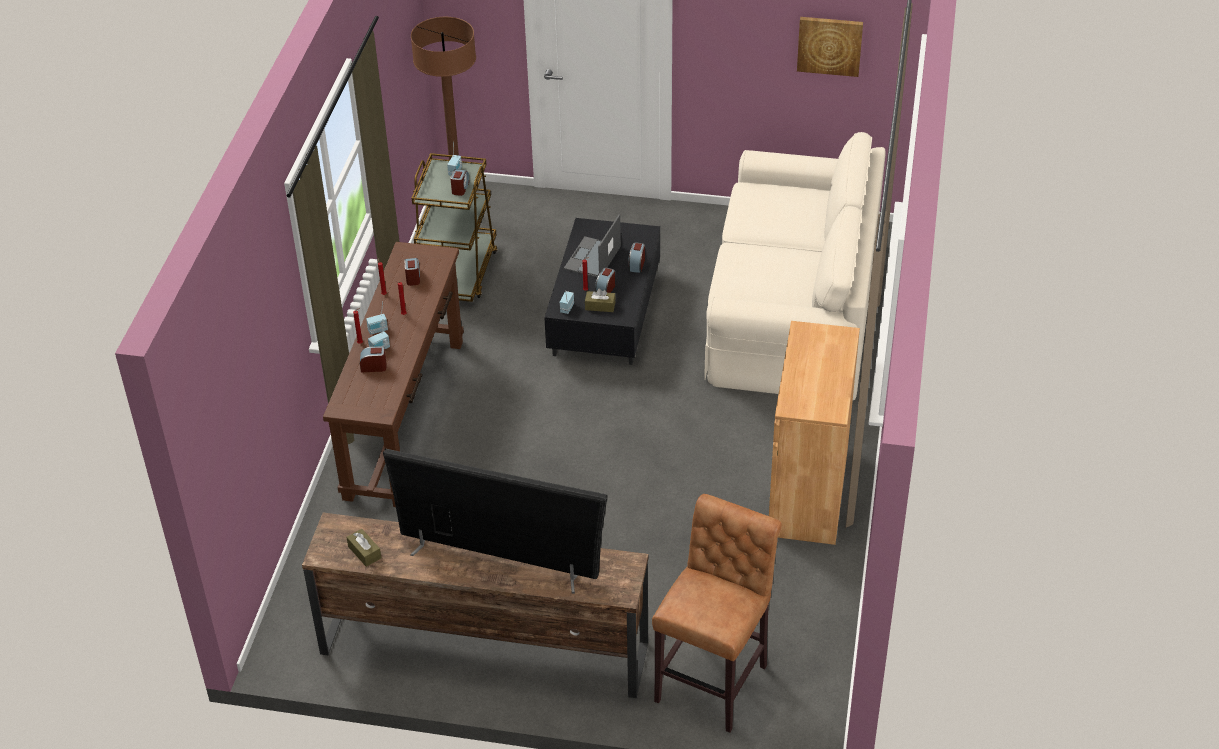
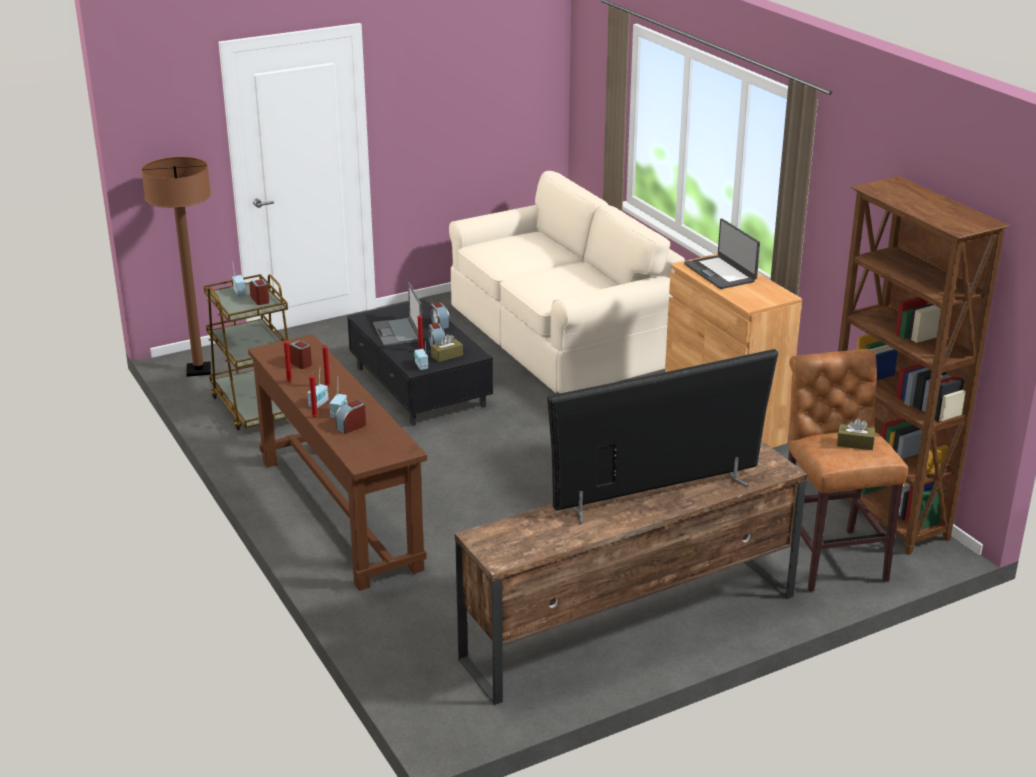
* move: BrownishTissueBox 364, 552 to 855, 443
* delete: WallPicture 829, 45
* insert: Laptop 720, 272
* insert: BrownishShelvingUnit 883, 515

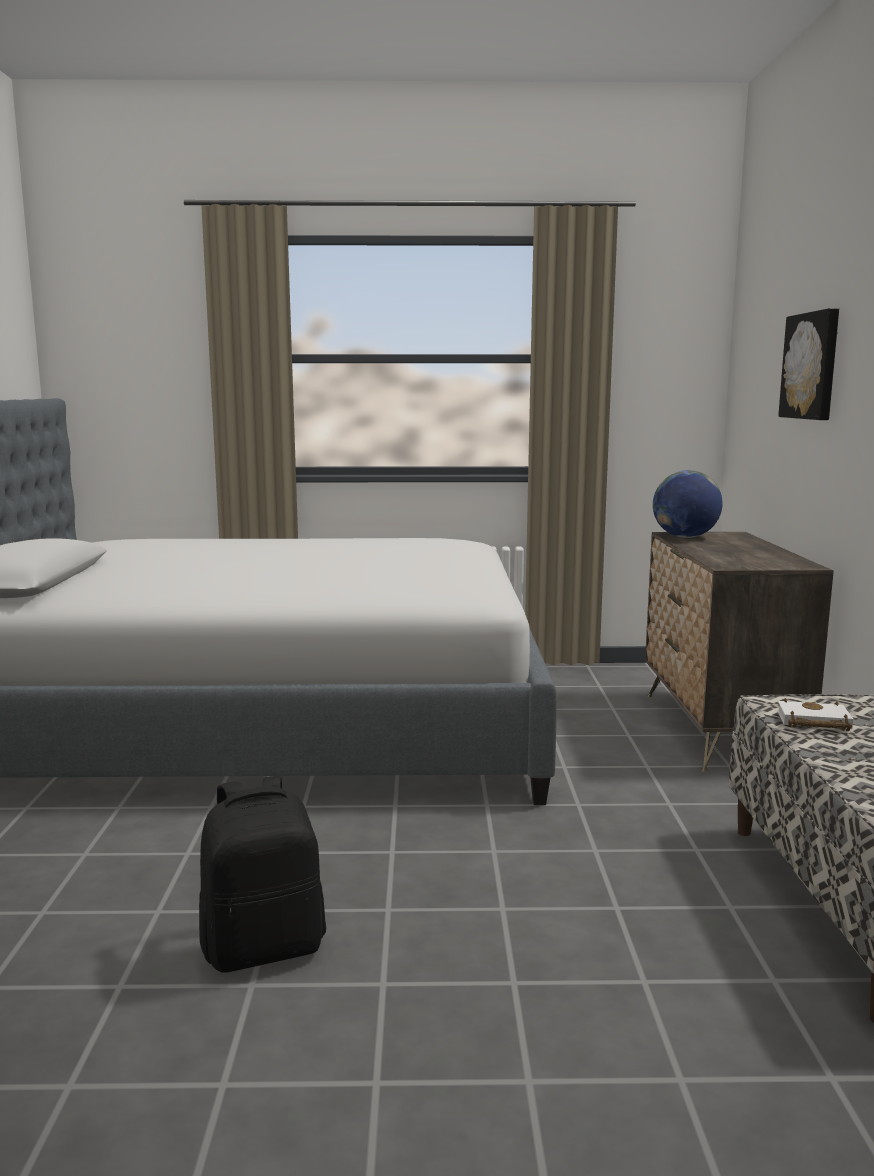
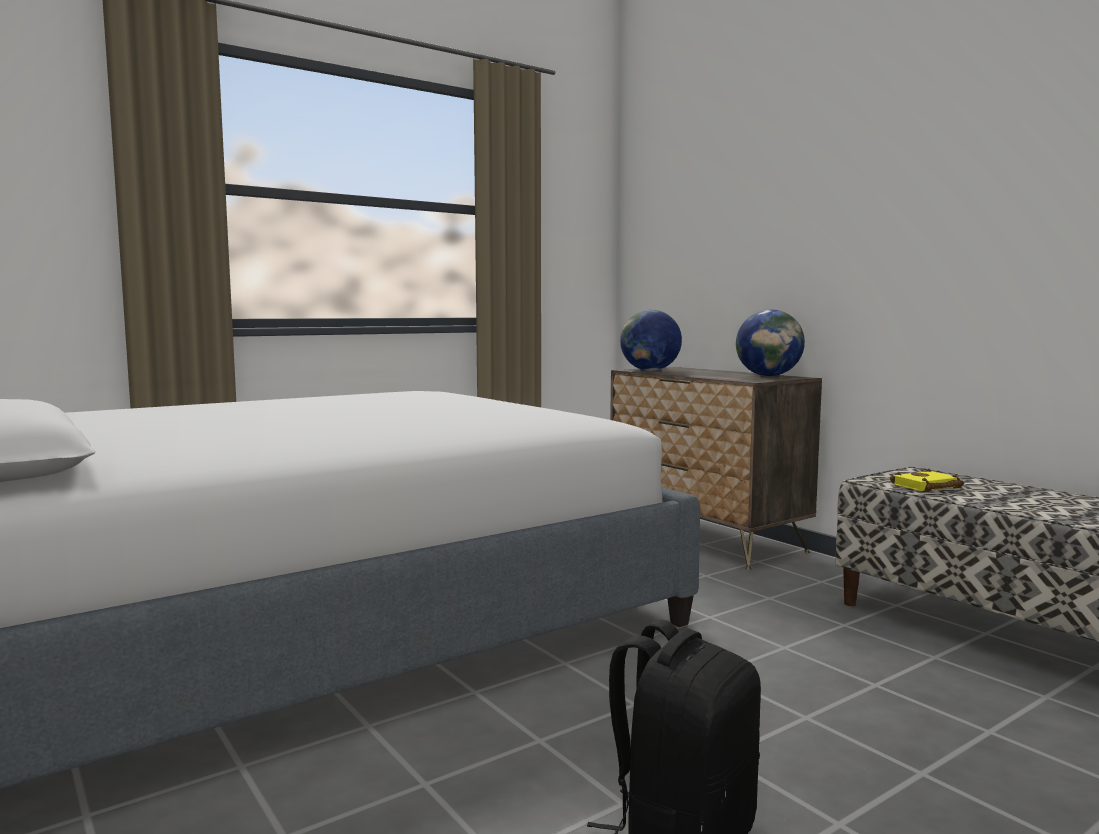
* recolor: WhiteVolume 812, 722 to YellowishVolume 926, 487
* delete: WallPicture 812, 366
* insert: Globe 768, 376

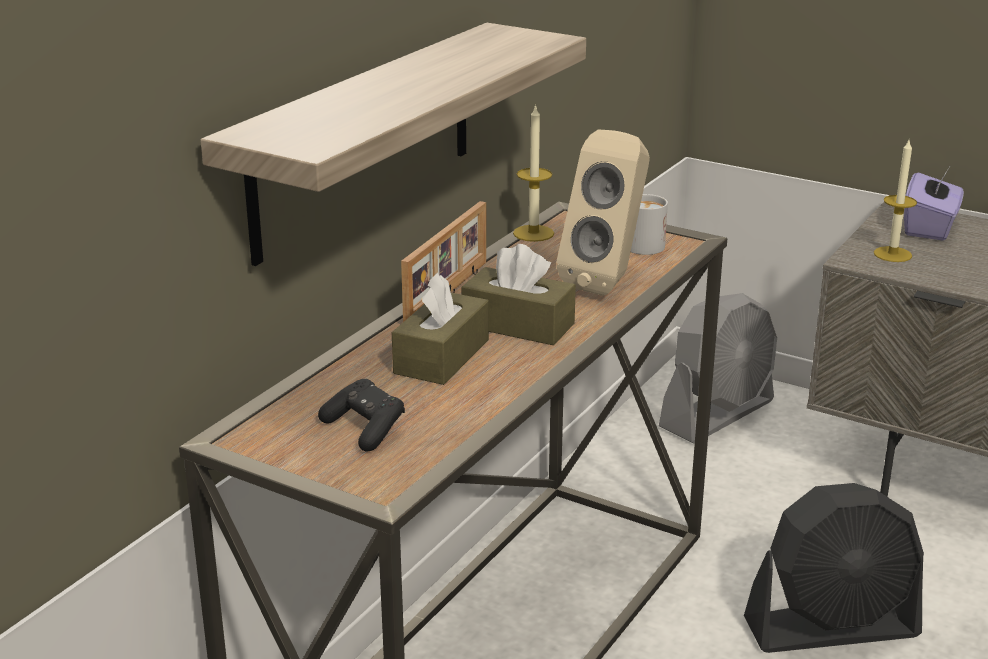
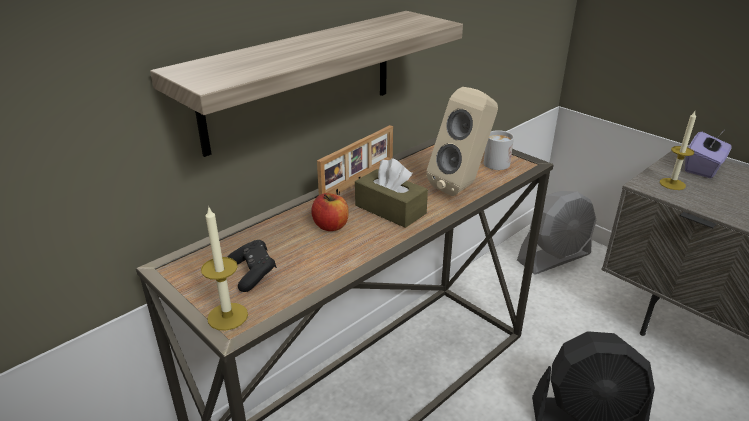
* replace: BrownishTissueBox 442, 356 to Apple 331, 226
* move: Candle 533, 233 to 227, 316

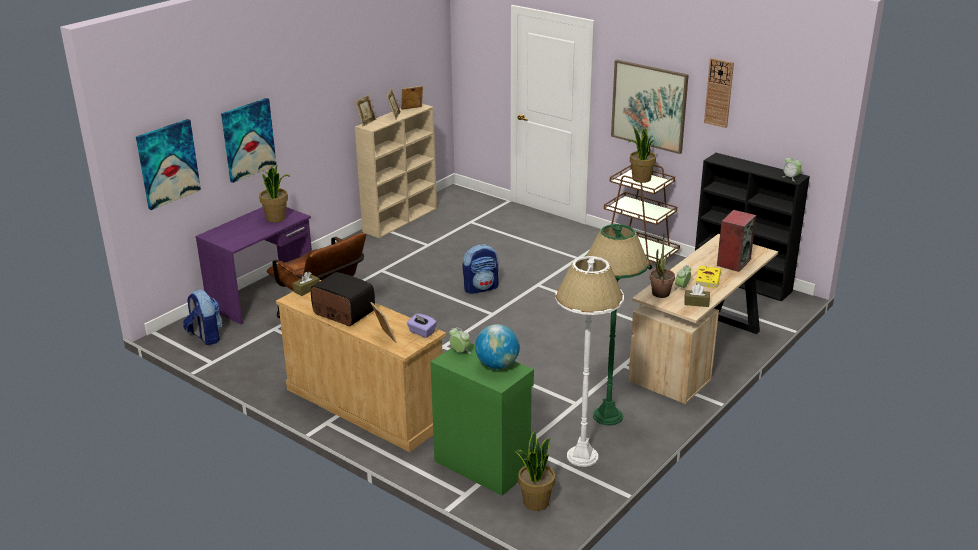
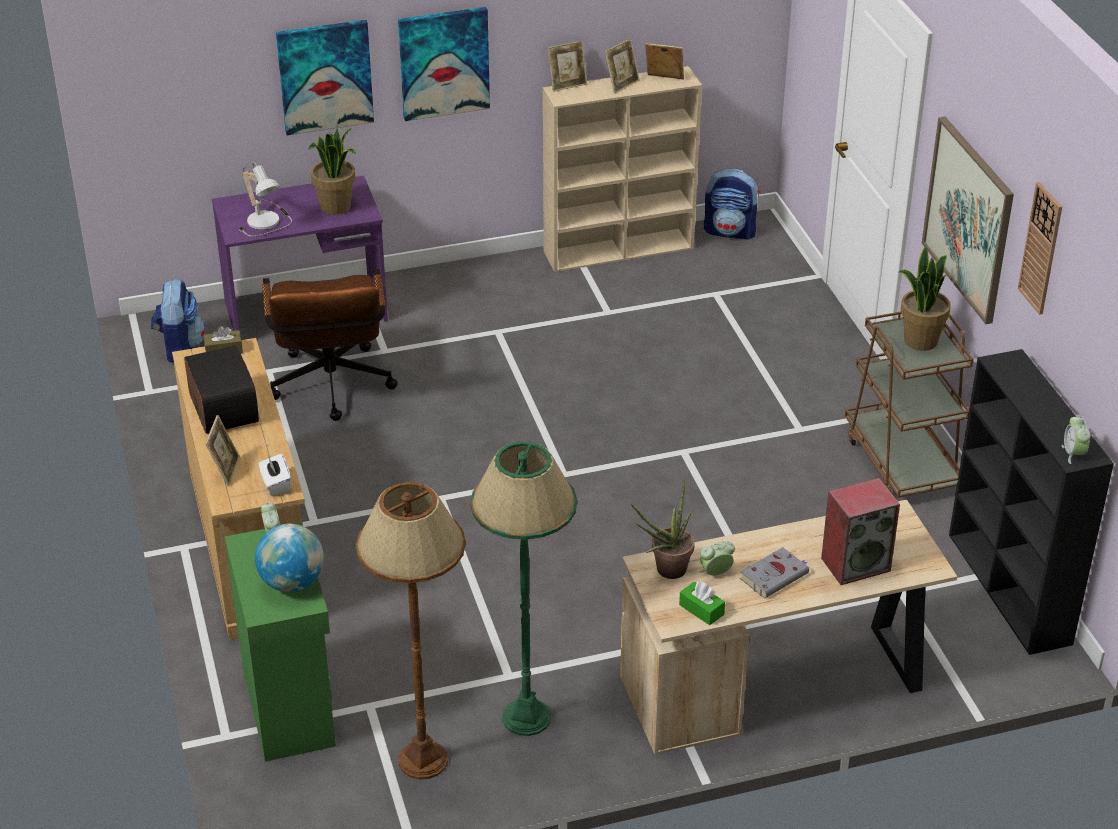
* move: WallPicture 168, 163 to 444, 63
* recolor: PurpleTissueBox 422, 332 to WhiteTissueBox 276, 484
* move: Rucksack 481, 288 to 730, 231
* delete: PlantInAPot 535, 502
* recolor: WhiteStandardLamp 582, 456 to BrownishStandardLamp 423, 759
* recolor: BrownishTissueBox 696, 303 to GreenColouredTissueBox 701, 610
* recolor: YellowishVolume 707, 279 to GreyVolume 775, 575
* insert: TabletopLamp 267, 221

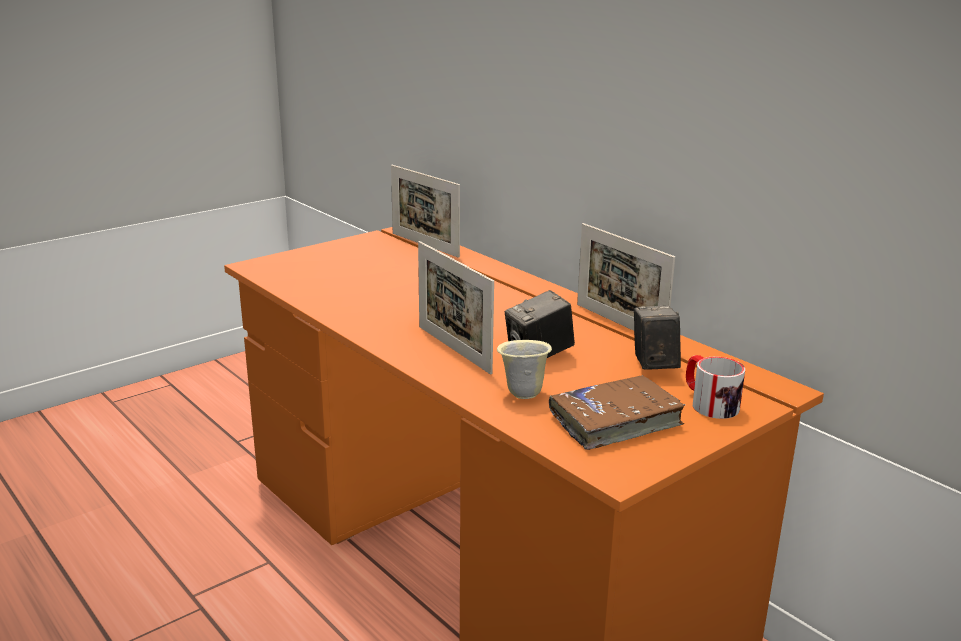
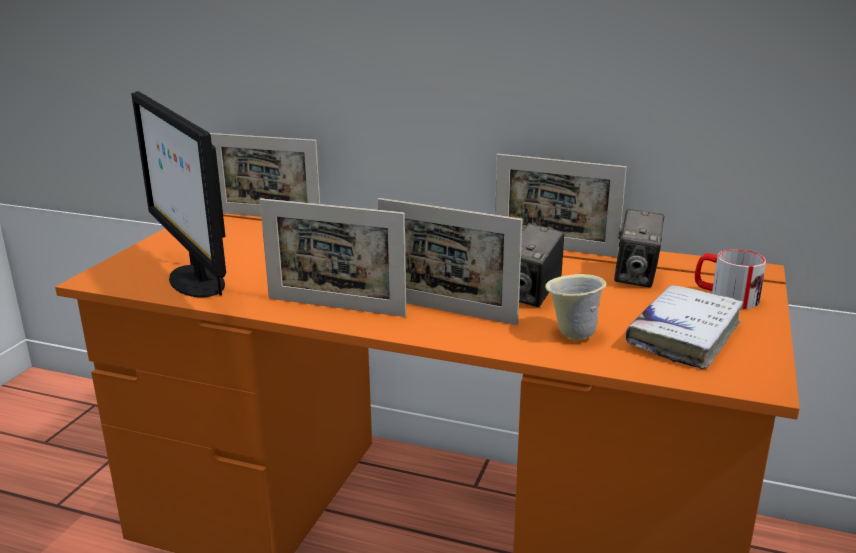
* recolor: BrownishVolume 615, 421 to WhiteVolume 684, 336
* rotate: StillCamera 653, 365 = 636, 277 135 degrees counterclockwise
* insert: Monitor 195, 281
* insert: StandingFrame 335, 307

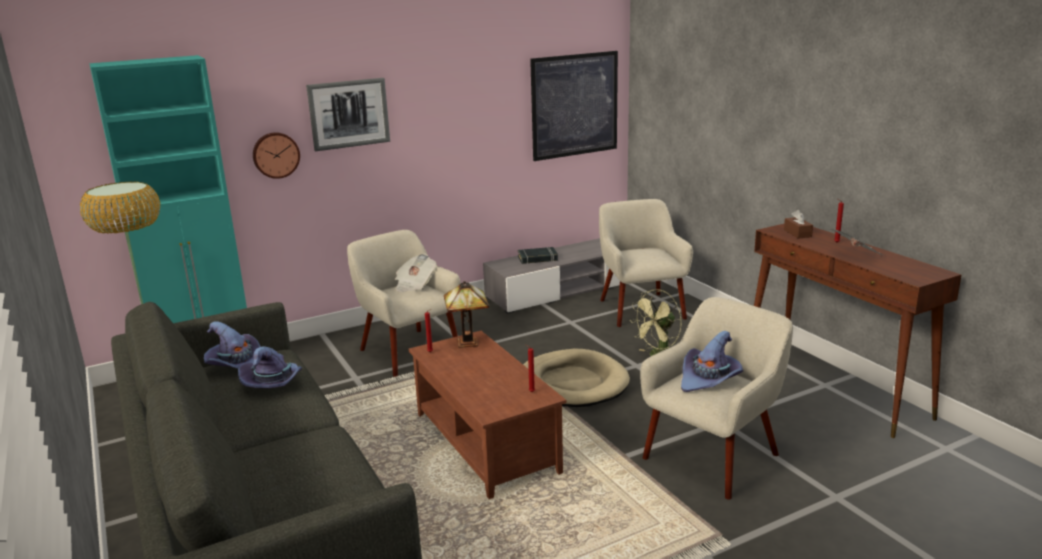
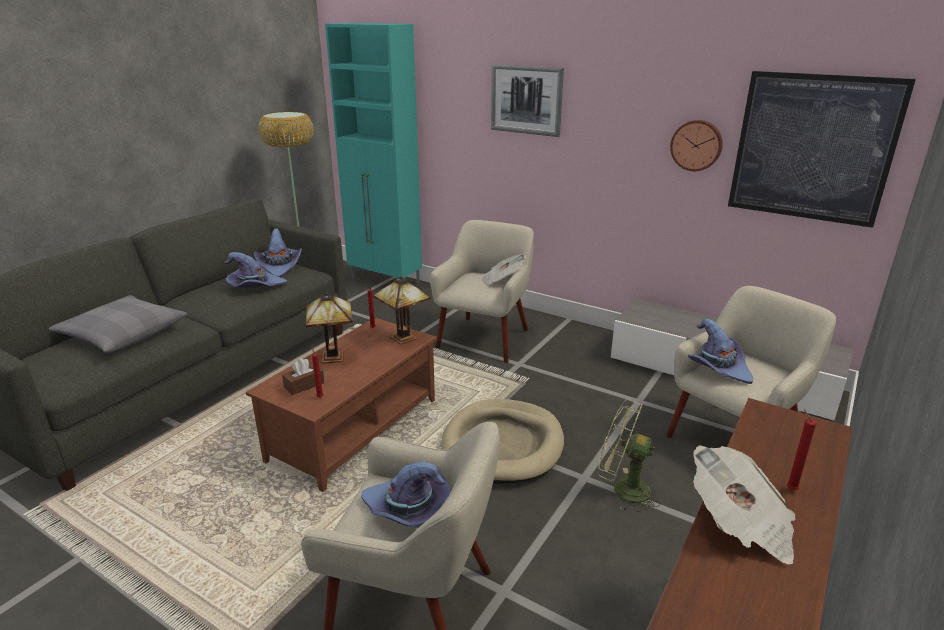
* move: ClockOnTheWall 276, 155 to 696, 145
* delete: BlackColouredVolume 537, 258
* move: BrownishTissueBox 797, 233 to 304, 385
* insert: GreyPillow 122, 334
* insert: TabletopLamp 334, 356
* insert: PurpleHat 717, 367

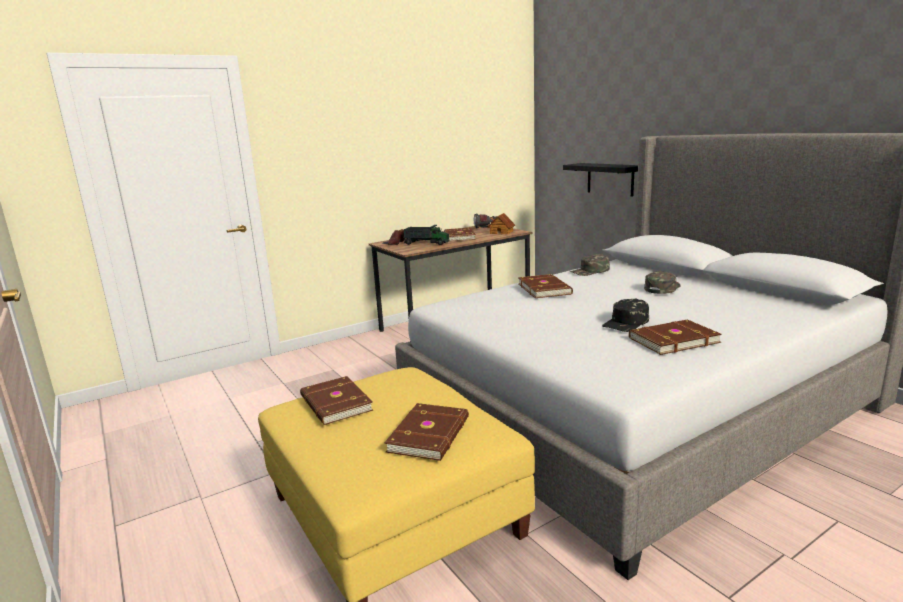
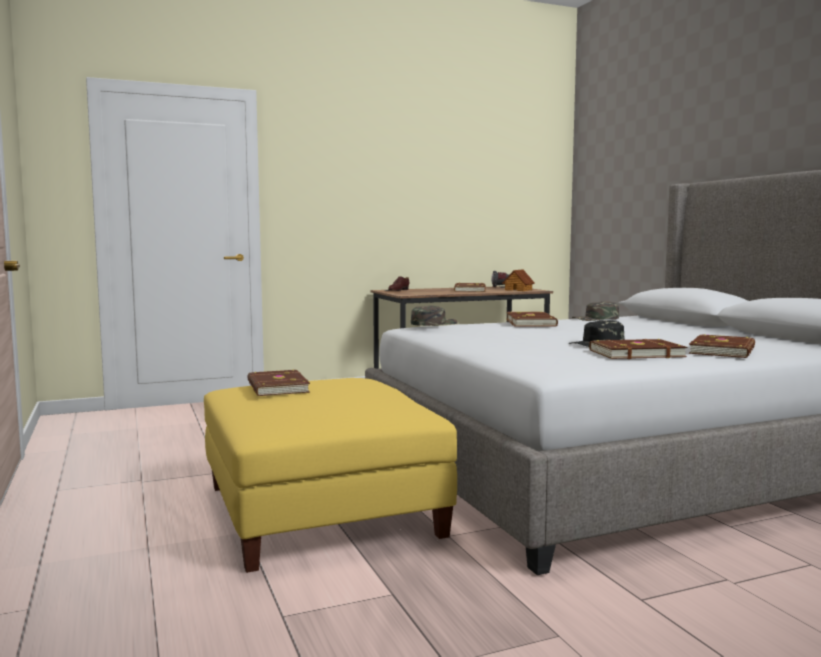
* move: BrownishVolume 430, 434 to 724, 351
* delete: ToyLorry 426, 243
* delete: BlackColouredWallShelf 610, 179
* move: GreenColouredBaseballCap 661, 288 to 433, 324

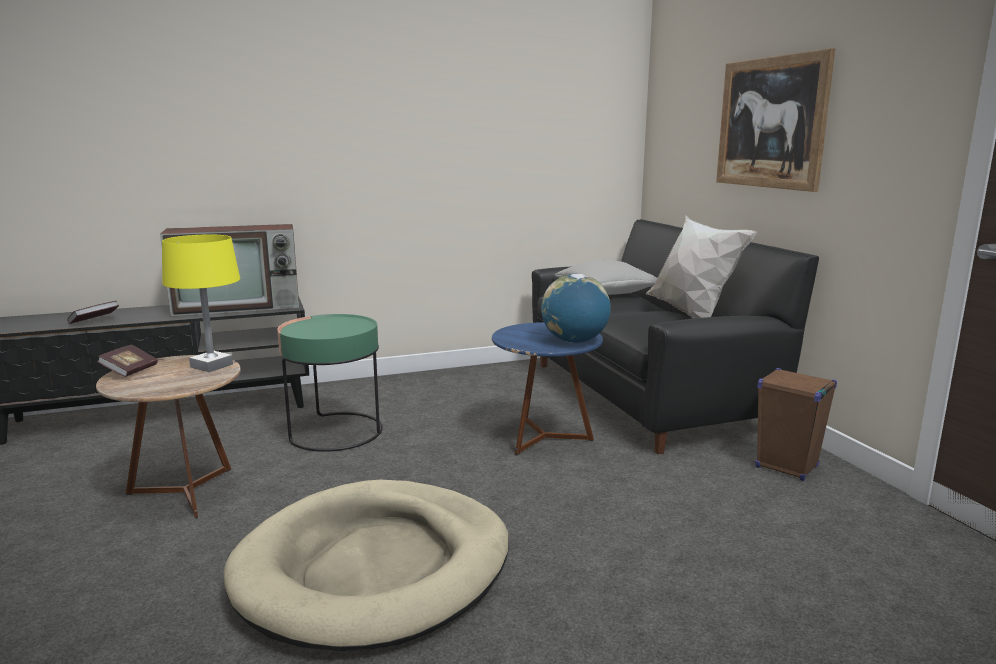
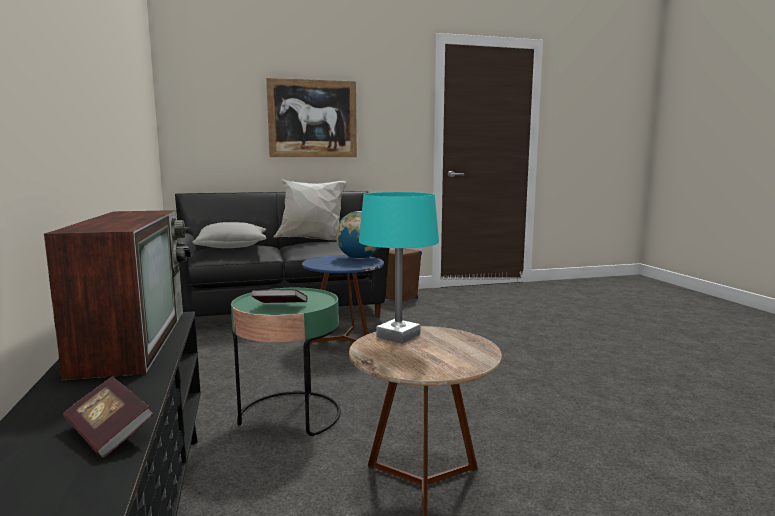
* move: Volume 130, 371 to 280, 307
* recolor: YellowishTabletopLamp 212, 365 to BlueGreenTabletopLamp 397, 336
* delete: SandColouredDogCushion 375, 568

